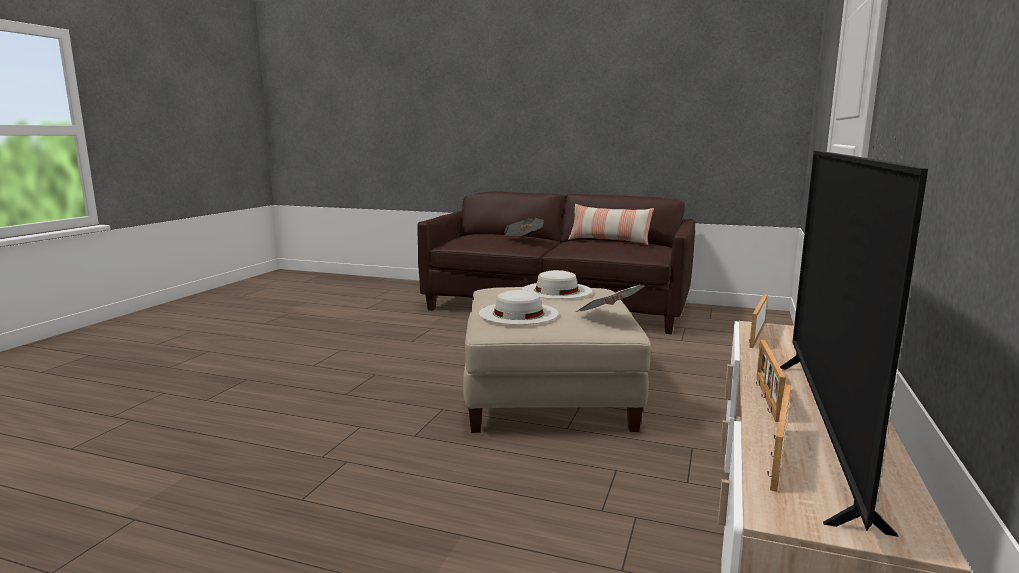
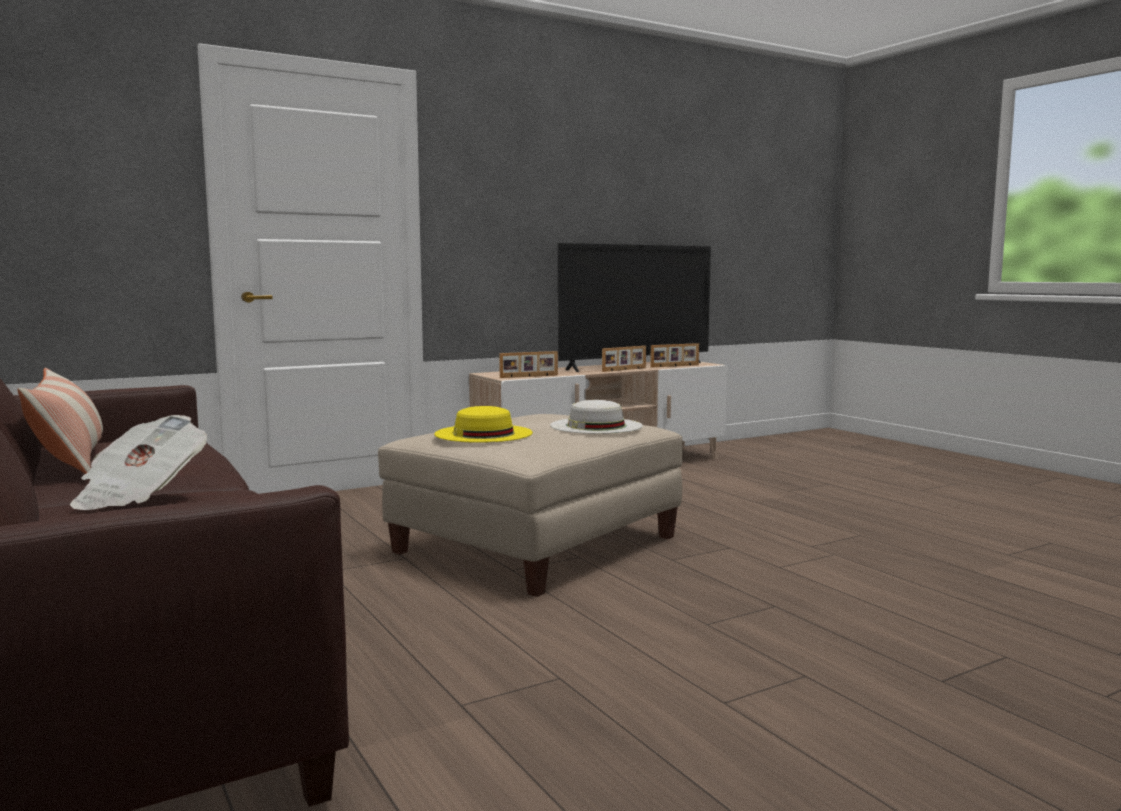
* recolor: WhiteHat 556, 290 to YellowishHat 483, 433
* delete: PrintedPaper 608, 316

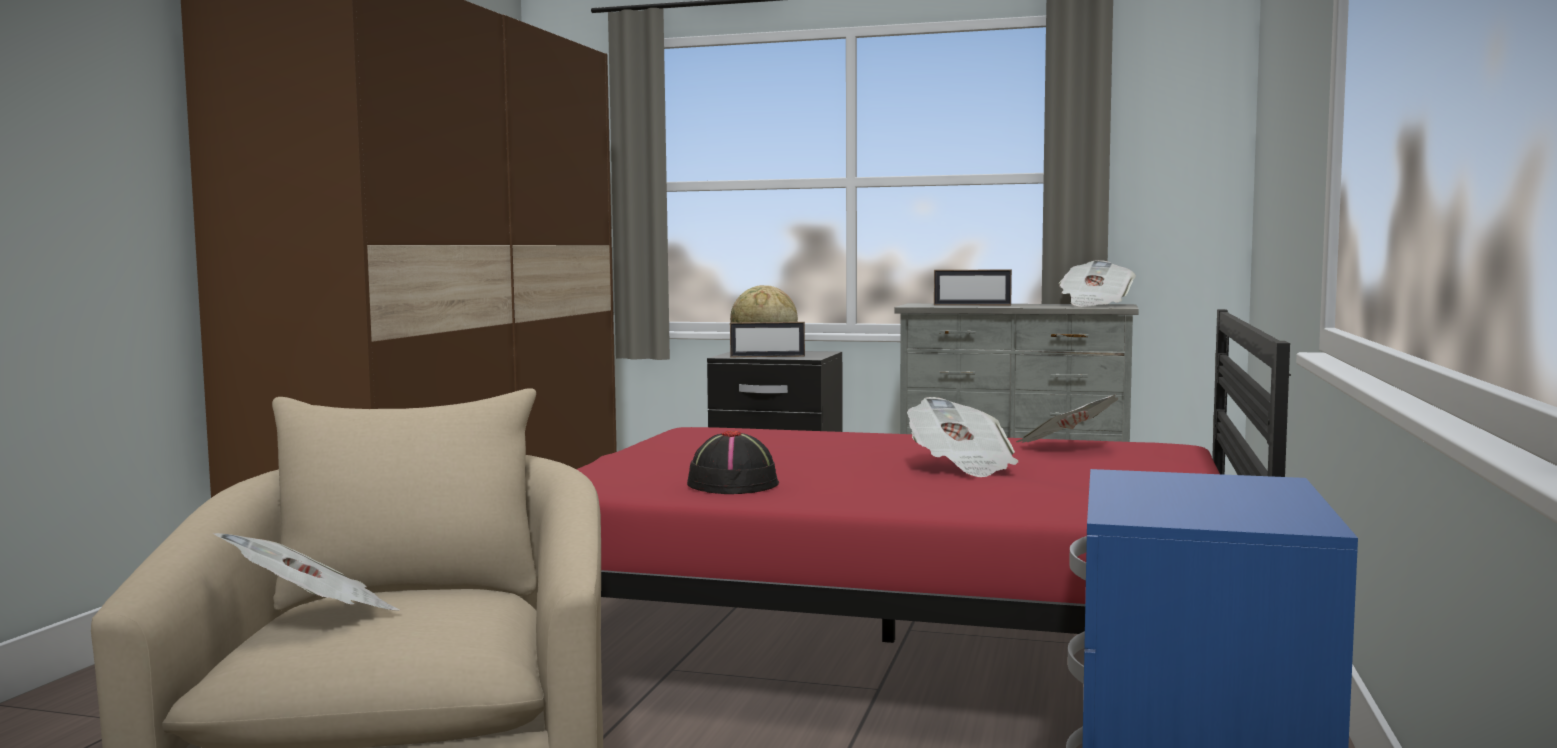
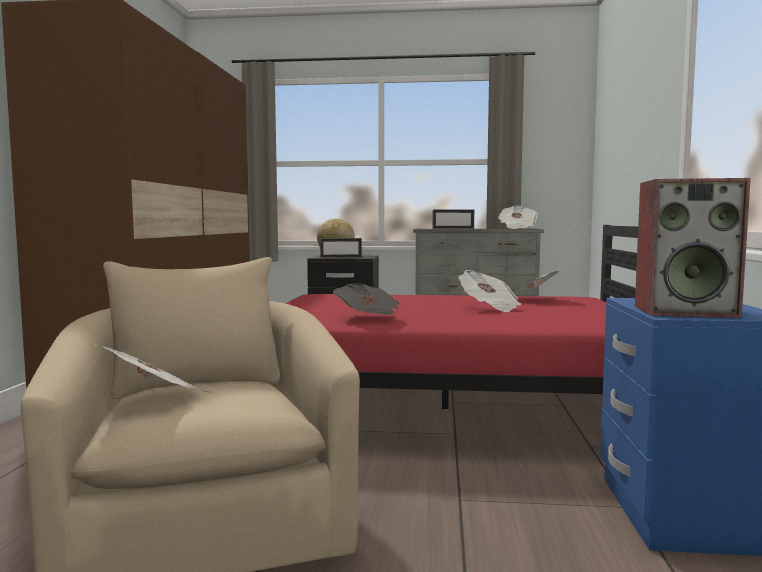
* replace: BlackColouredHat 733, 484 to PrintedPaper 368, 319
* insert: Speaker 686, 311

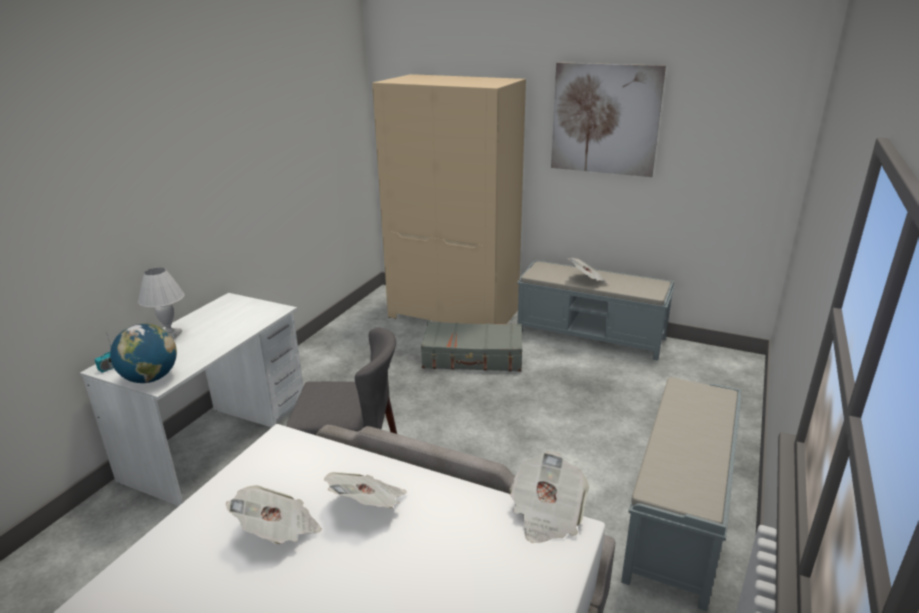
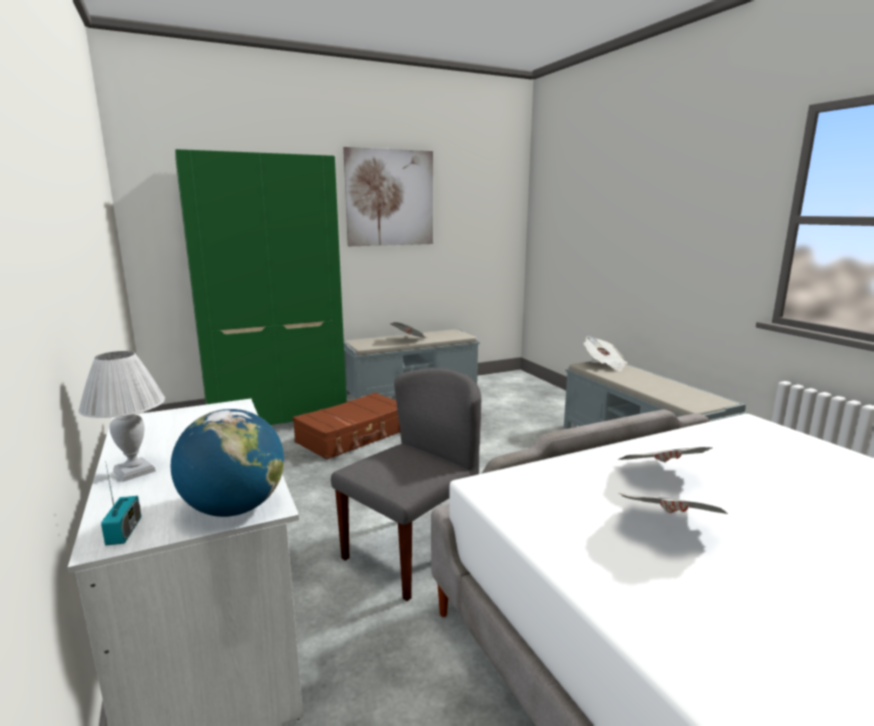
* recolor: SandColouredWardrobe 455, 313 to GreenColouredWardrobe 277, 416
* recolor: GreyPieceOfLuggage 473, 357 to BrownishPieceOfLuggage 354, 436
* move: PrintedPaper 546, 514 to 604, 365

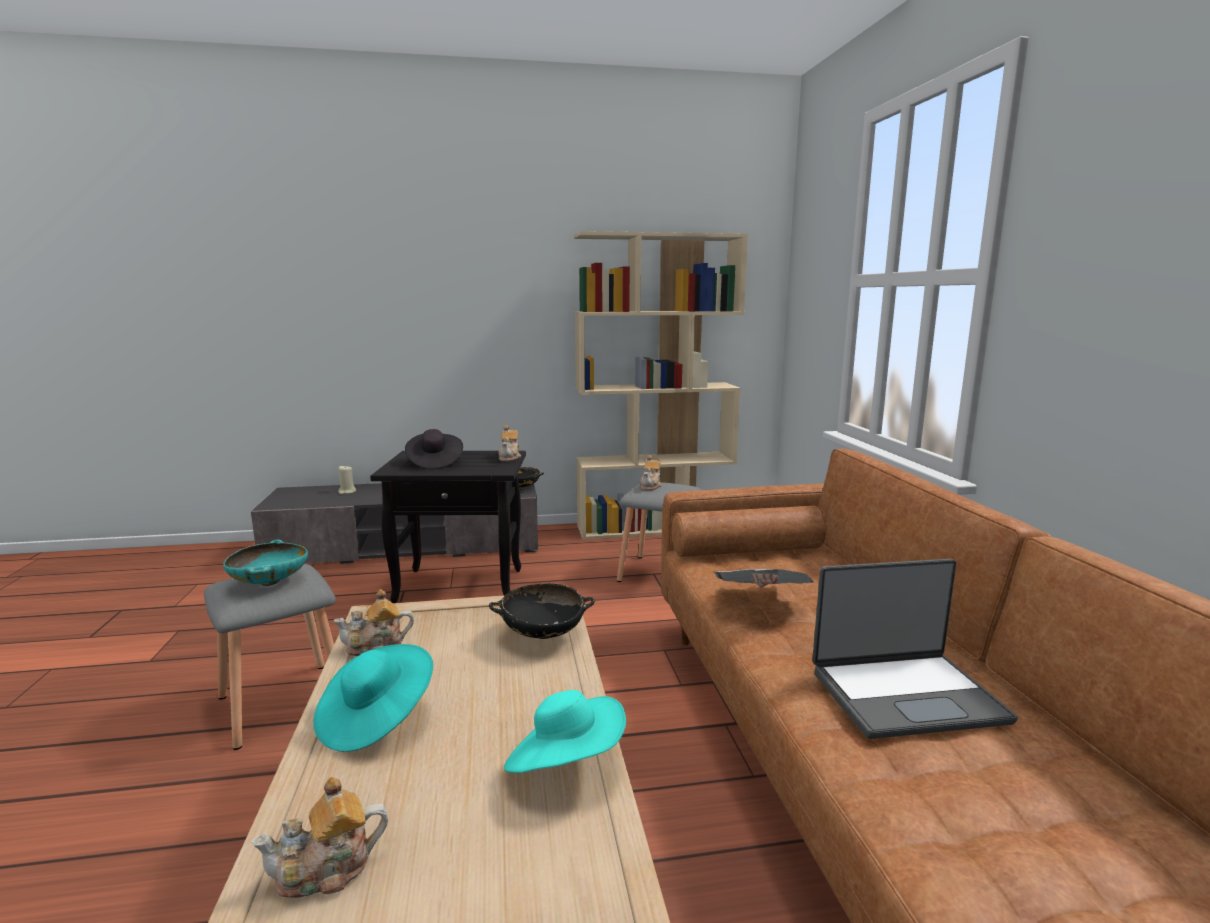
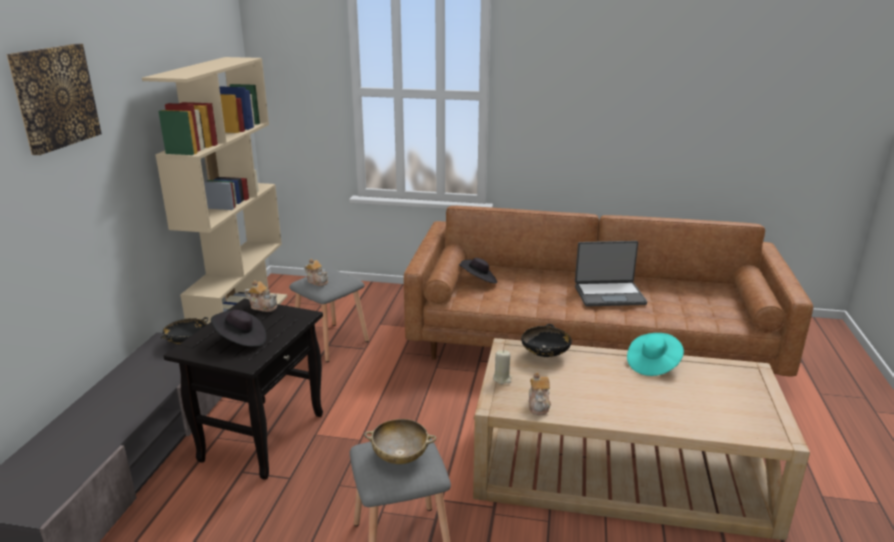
* recolor: BlueGreenServingBowl 270, 582 to SandColouredServingBowl 400, 456
* delete: PotForTea 326, 870
* delete: BlueGreenHat 376, 719
* move: SandColouredCandle 347, 492 to 502, 379
* delete: PrintedPaper 760, 603
* rotate: Laptop 905, 694 = 609, 295 75 degrees clockwise
* insert: WallPicture 54, 97
* insert: BlackColouredHat 478, 281

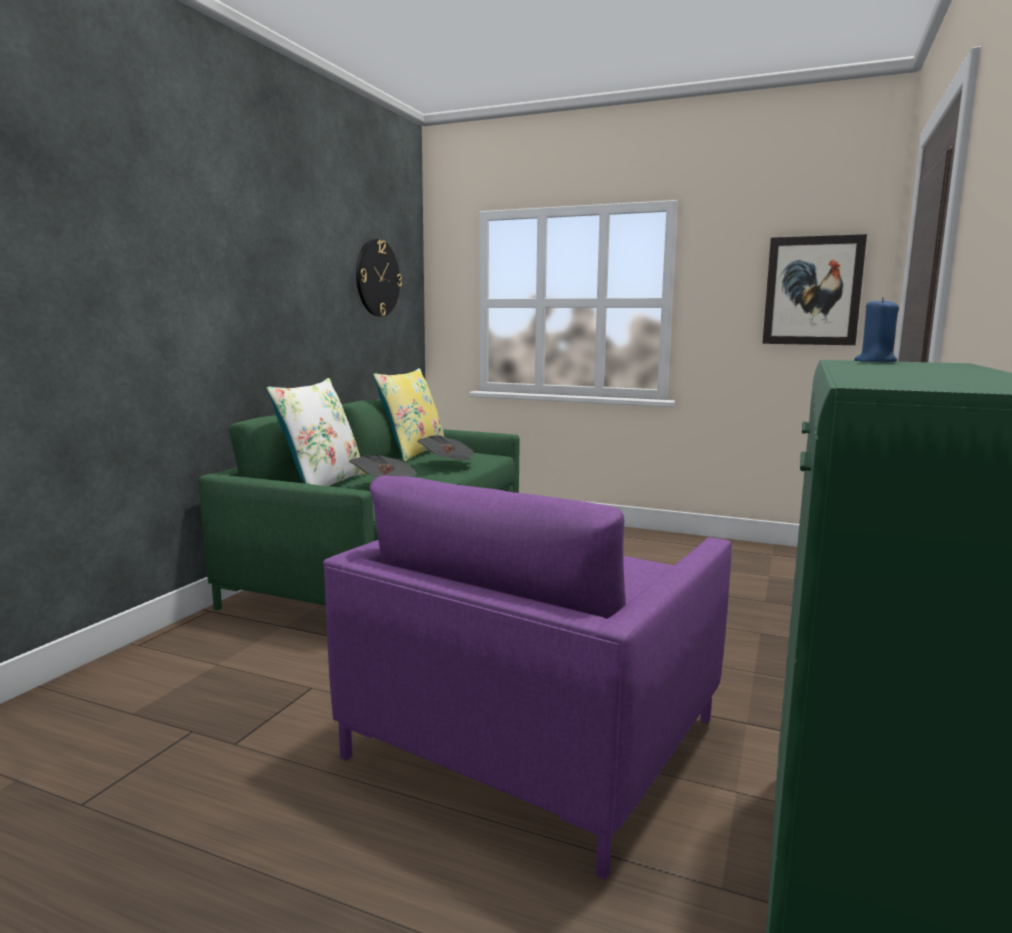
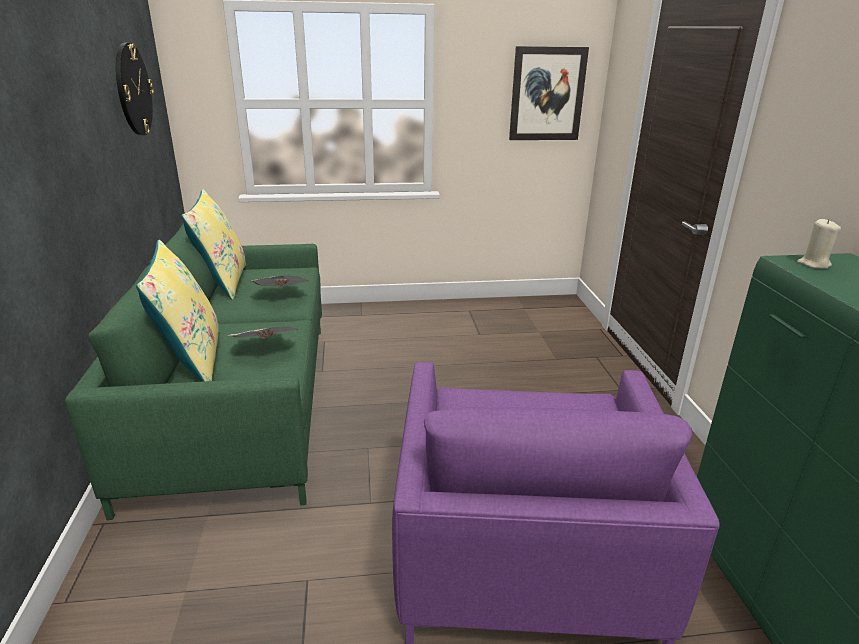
* recolor: WhitePillow 322, 484 to YellowishPillow 192, 360
* recolor: BluishCandle 875, 361 to SandColouredCandle 813, 264

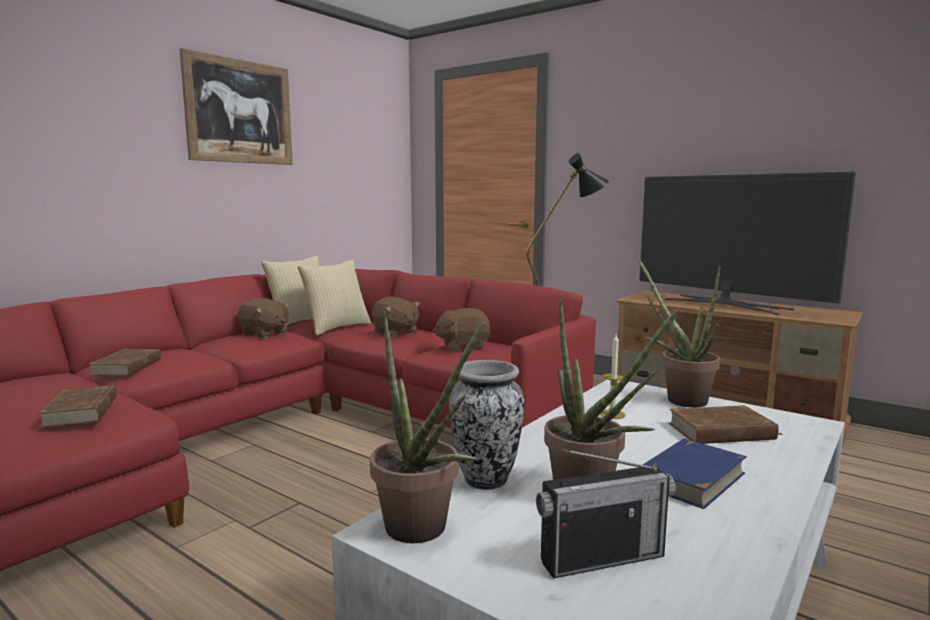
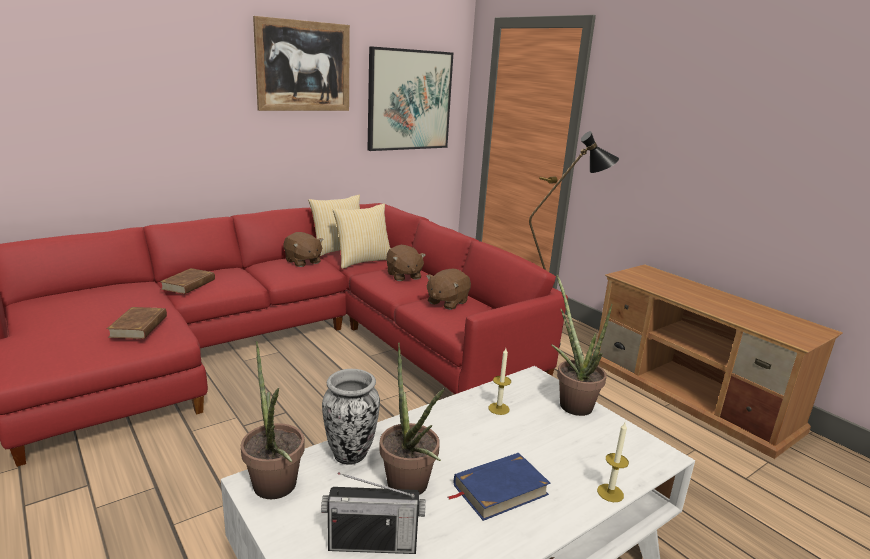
* rotate: BrownishPlushToy 463, 346 = 447, 302 60 degrees counterclockwise
* delete: TvSet 726, 304
* delete: BrownishVolume 721, 431
* insert: WallPicture 409, 100
* insert: Candle 610, 493

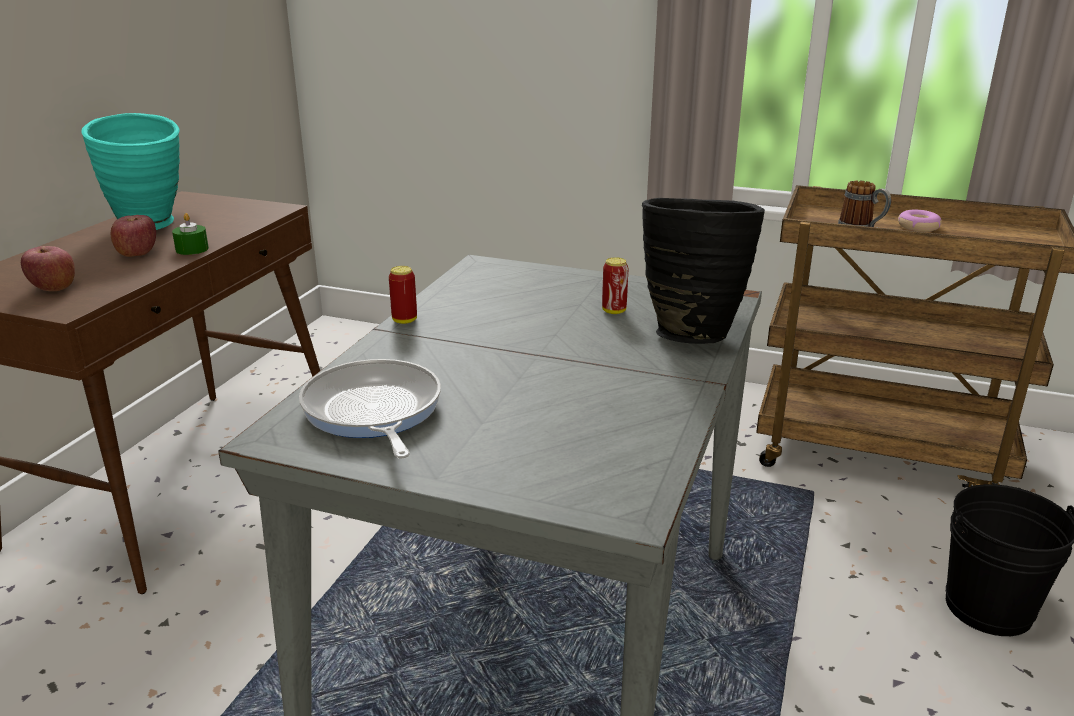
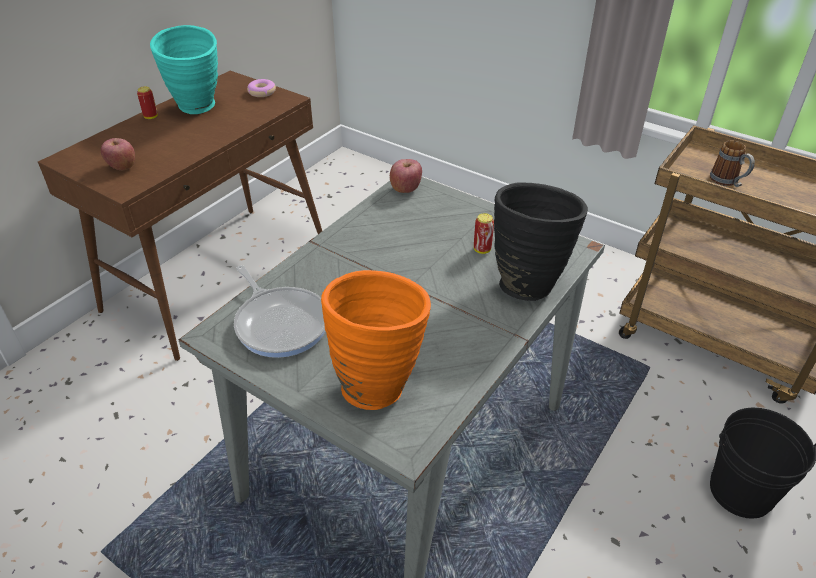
* move: Apple 137, 253 to 405, 188
* delete: GreenColouredCandle 192, 249
* rotate: Skillet 373, 412 = 280, 323 150 degrees clockwise
* move: SealedCan 404, 320 to 151, 117
* move: Donut 918, 227 to 262, 92
* insert: OrangeyFlowerVase 378, 382

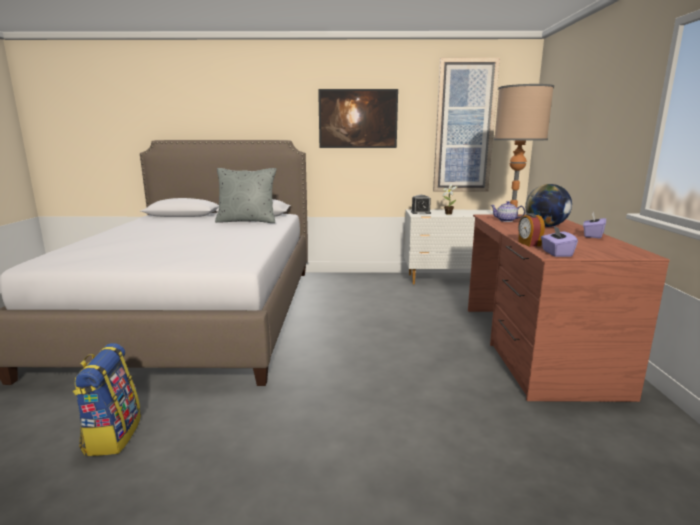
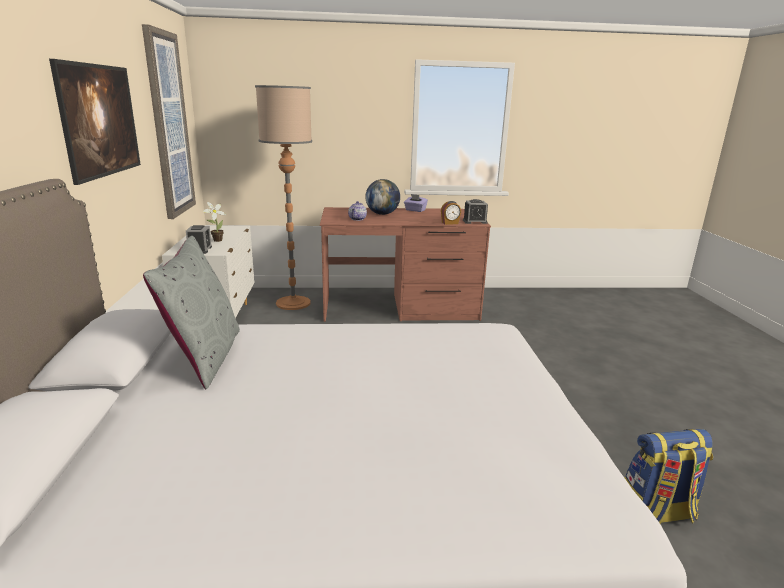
* replace: PurpleTissueBox 556, 253 to AlarmClock 475, 221

